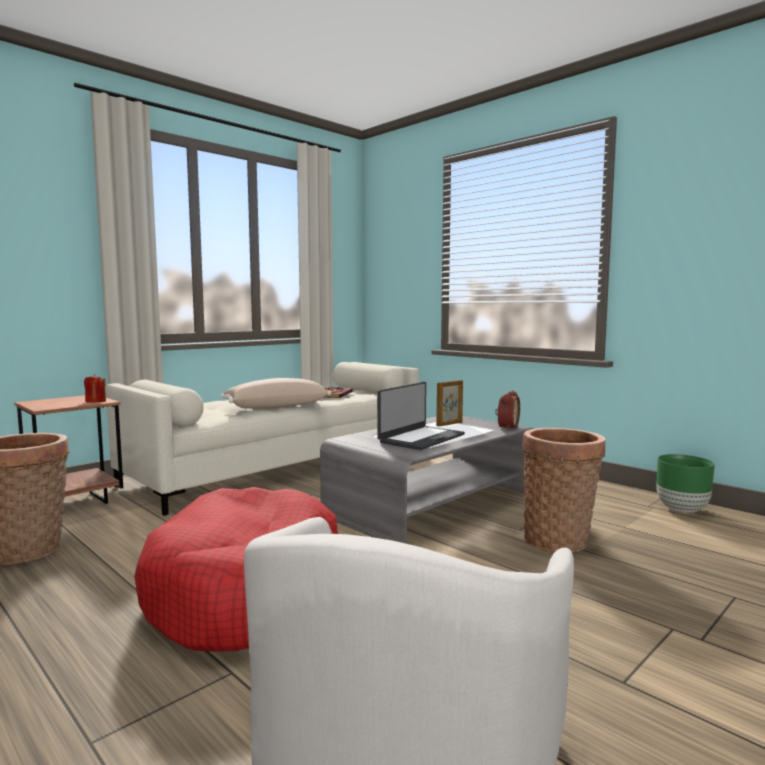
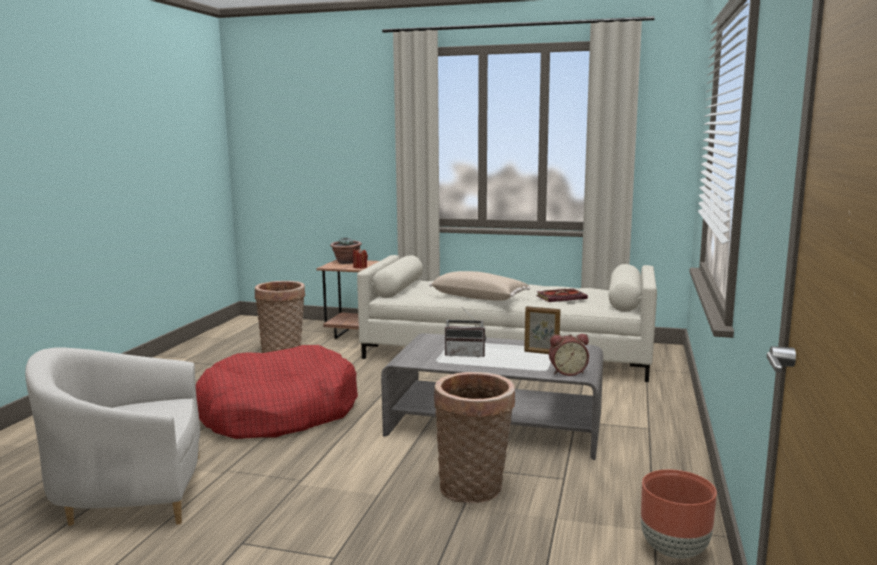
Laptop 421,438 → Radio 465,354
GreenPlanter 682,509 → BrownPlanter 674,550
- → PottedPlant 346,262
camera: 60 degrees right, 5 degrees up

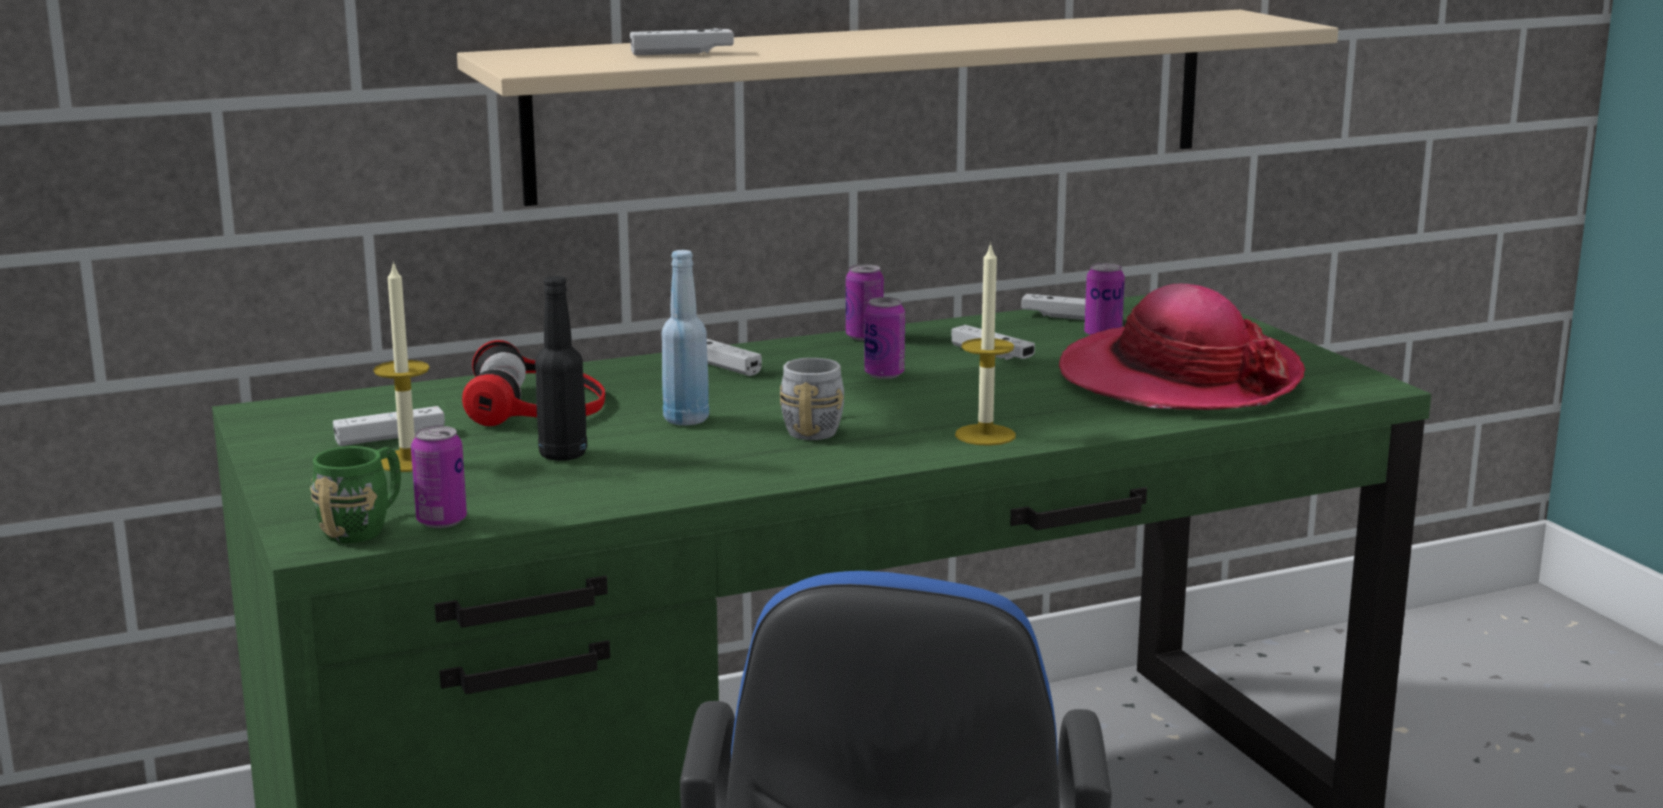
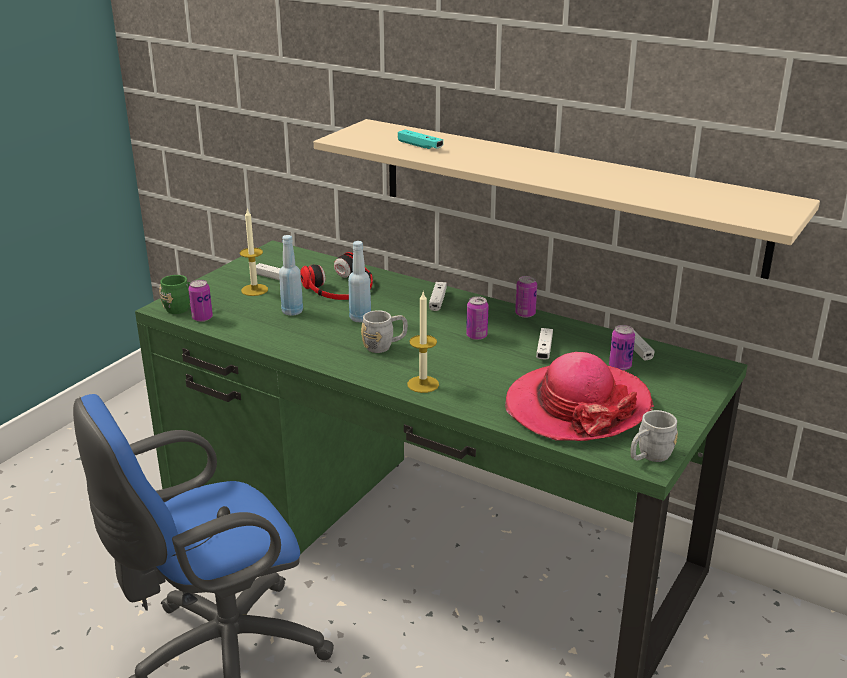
WhiteGameController 682,53 → TurquoiseGameController 420,146
BlackBottle 562,454 → BlueBottle 292,311
- → GreyMug 649,457
camera: 55 degrees right, 10 degrees up

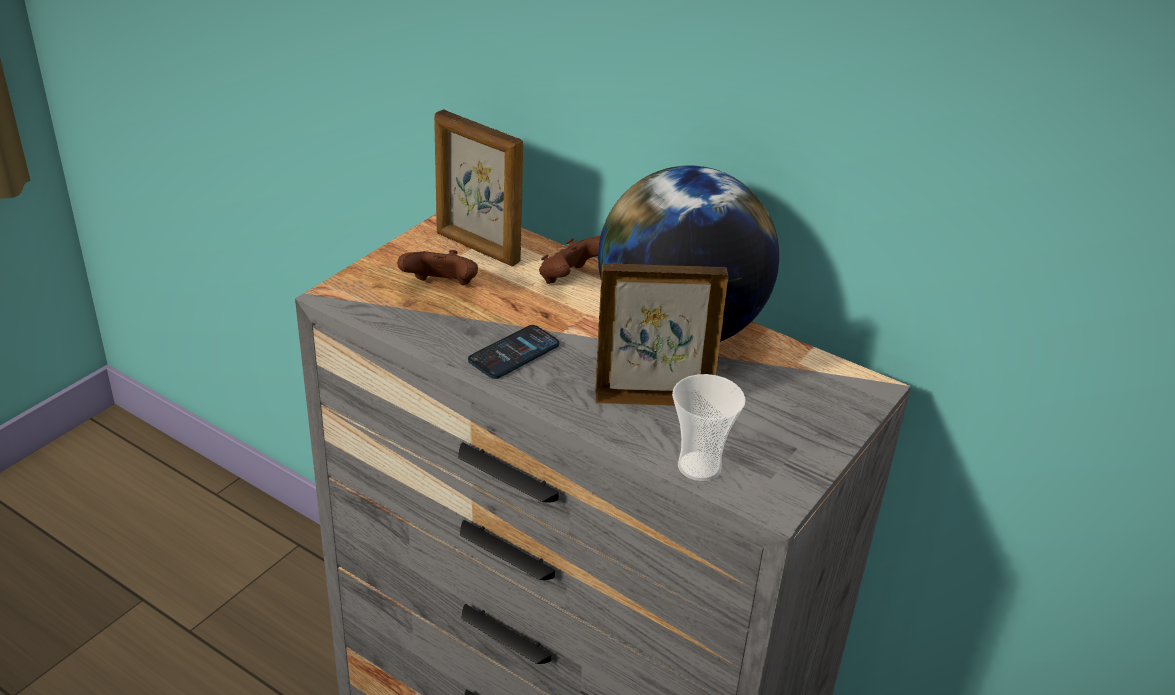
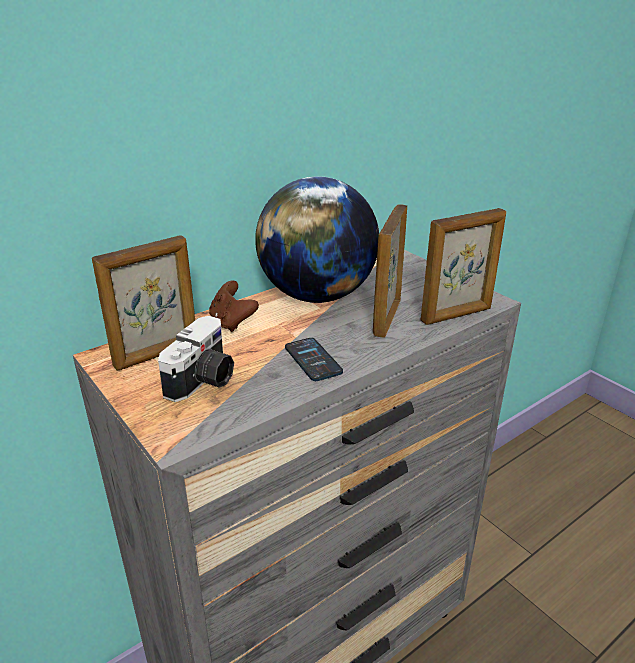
BrownGameController 441,288 → PhotoCamera 204,380
Cup 699,466 → PictureFrame 457,315
camera: 70 degrees left, 5 degrees down

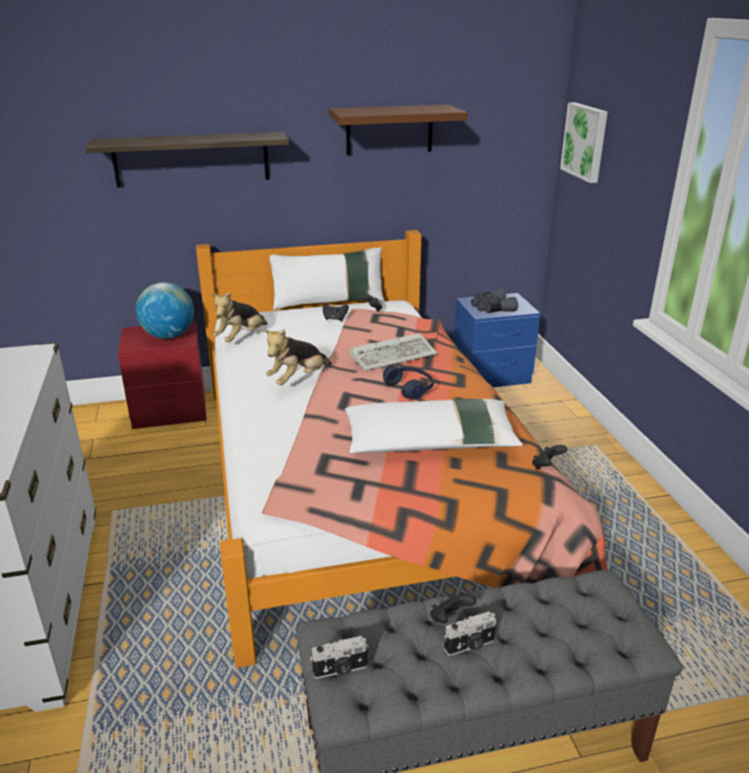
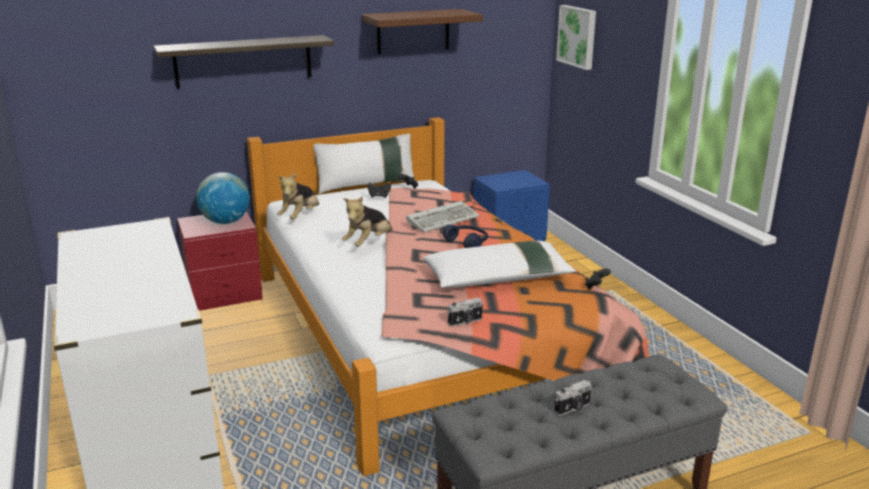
GreyBinoculars 491,309 → -
BlackGameController 449,619 → -
PhotoCamera 340,670 → PhotoCamera 465,322, relocated
camera: 10 degrees left, 5 degrees down

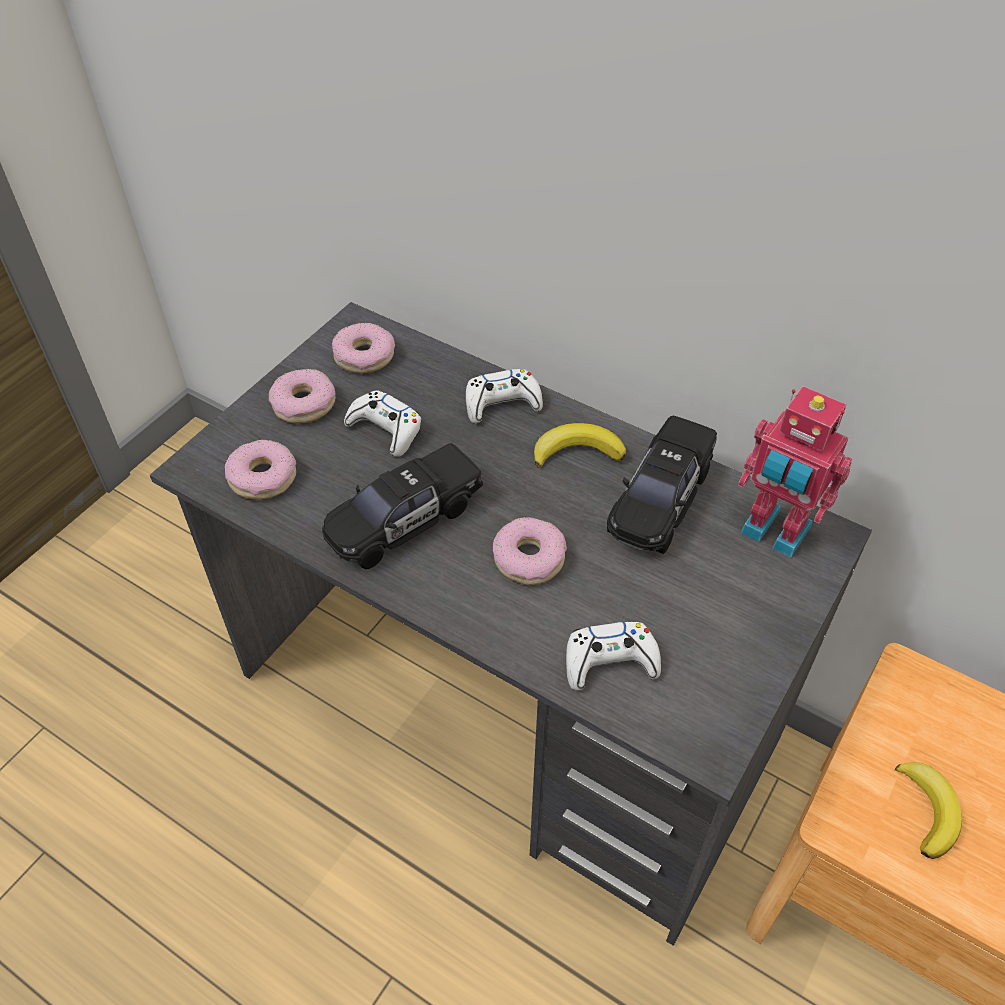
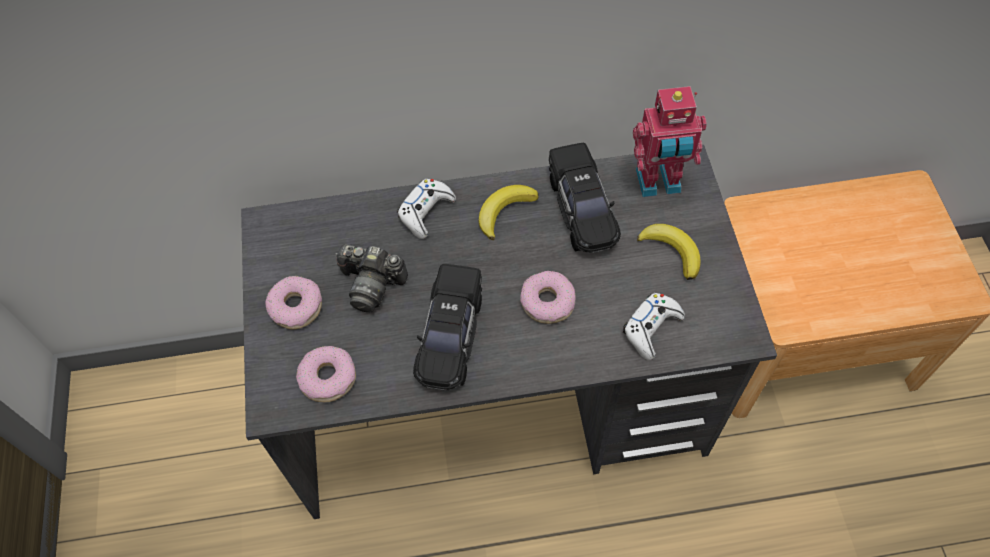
Donut 364,356 → -
WhiteGameController 385,429 → PhotoCamera 371,284
Banana 928,810 → Banana 672,251, relocated
camera: 40 degrees left, 10 degrees up

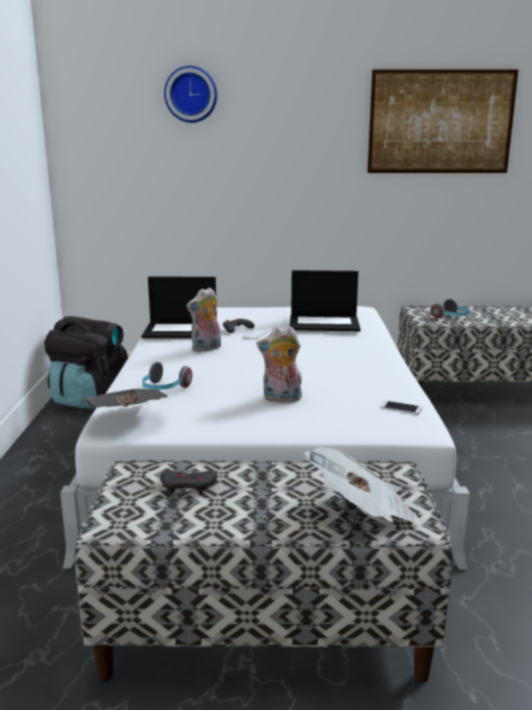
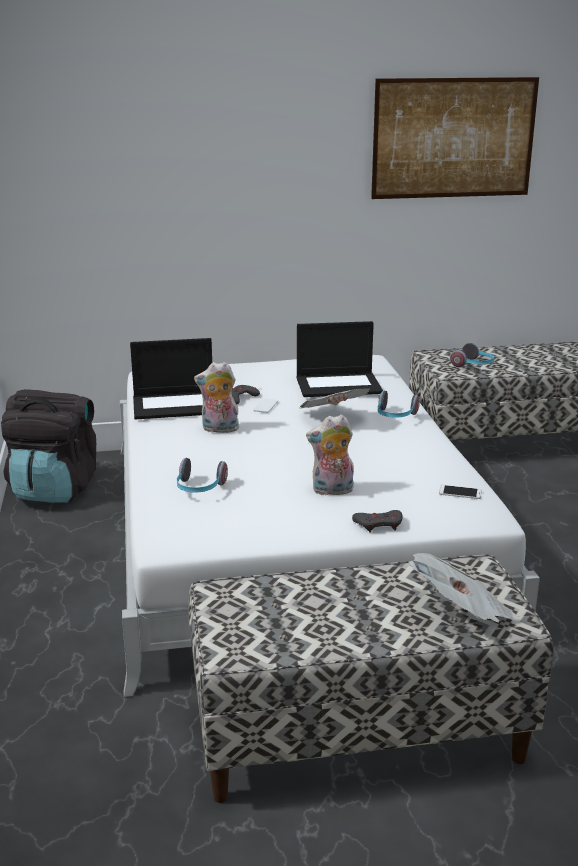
WallClock 191,94 → -
PlushToy 206,348 → PlushToy 219,429, 45 degrees clockwise
Newspaper 127,420 → Newspaper 333,417, relocated
GreyGameController 188,486 → GreyGameController 379,524, relocated
- → Headphones 395,416
camera: 10 degrees left, 5 degrees up

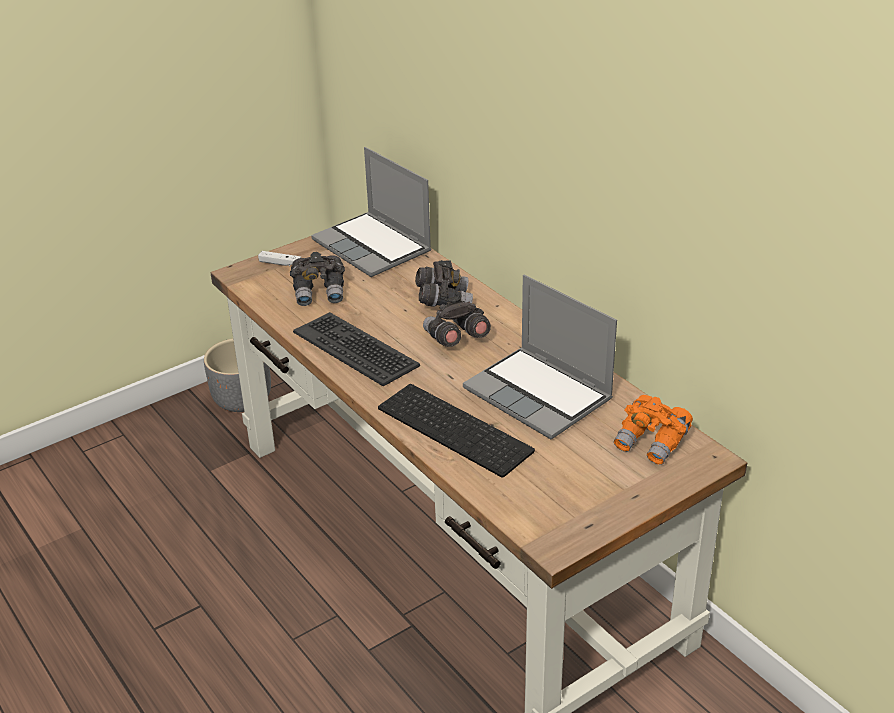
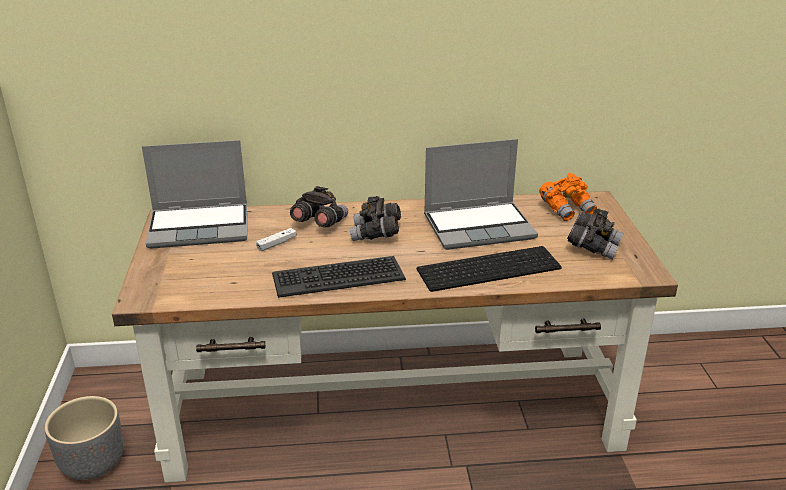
WhiteGameController 280,263 → WhiteGameController 277,243, relocated
GreyBinoculars 320,292 → GreyBinoculars 593,247, relocated
camera: 60 degrees left, 5 degrees down

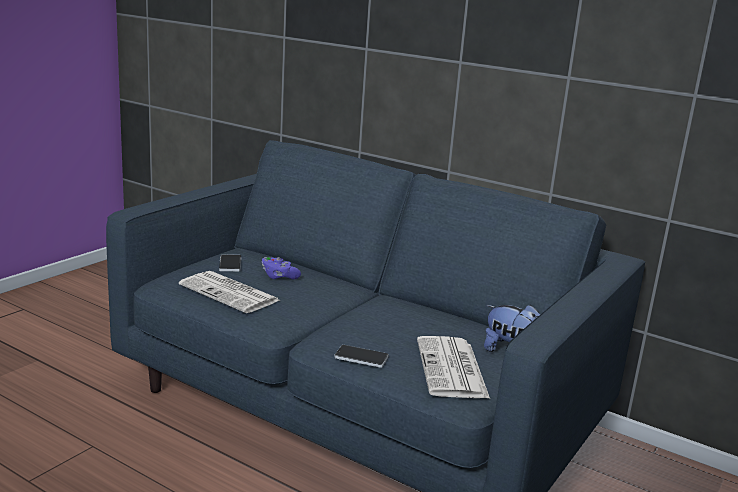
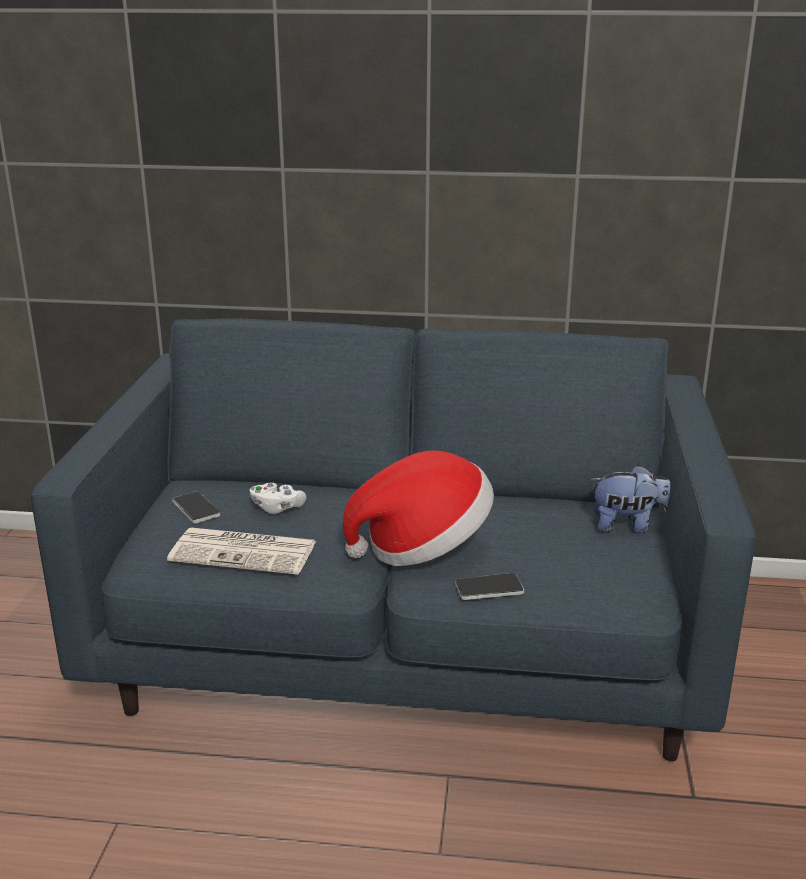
PurpleGameController 279,276 → WhiteGameController 277,508
Newspaper 452,369 → -
- → Hat 423,546
camera: 25 degrees left, 5 degrees up

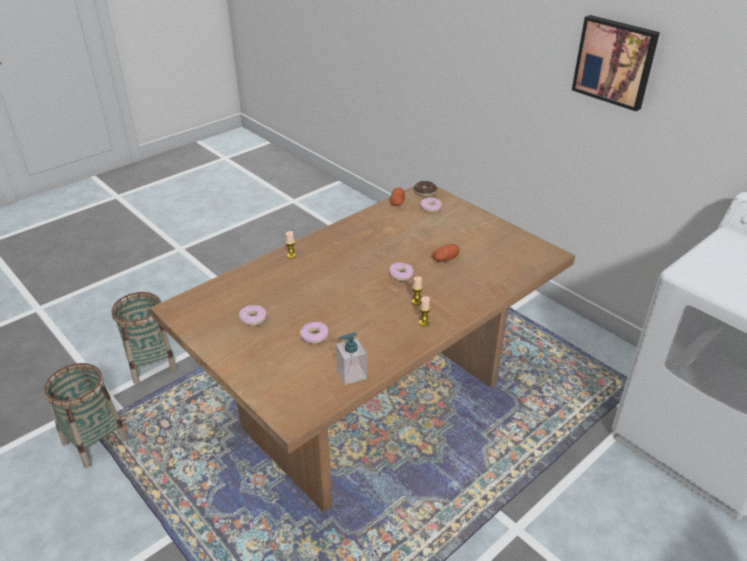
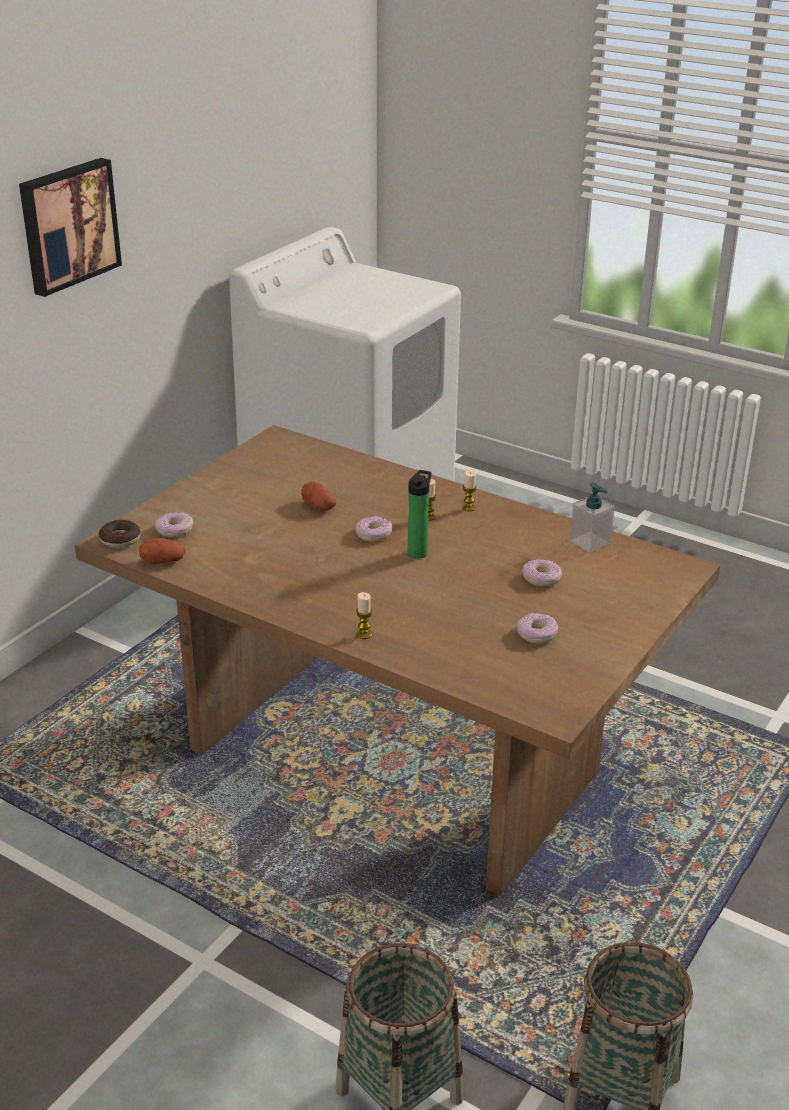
- → Bottle 418,551
camera: 105 degrees left, 5 degrees down

